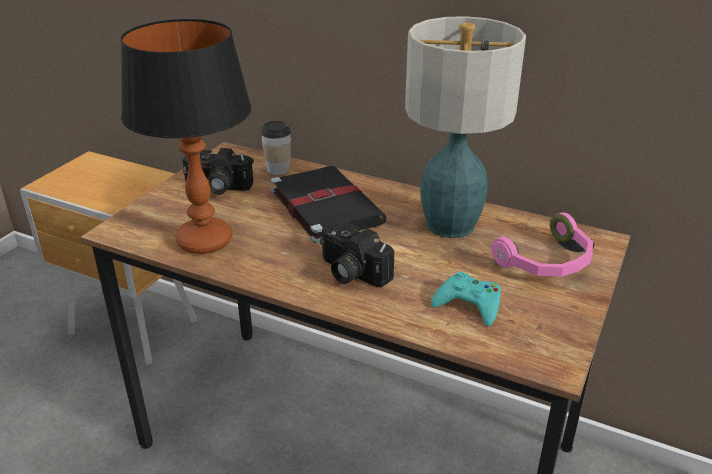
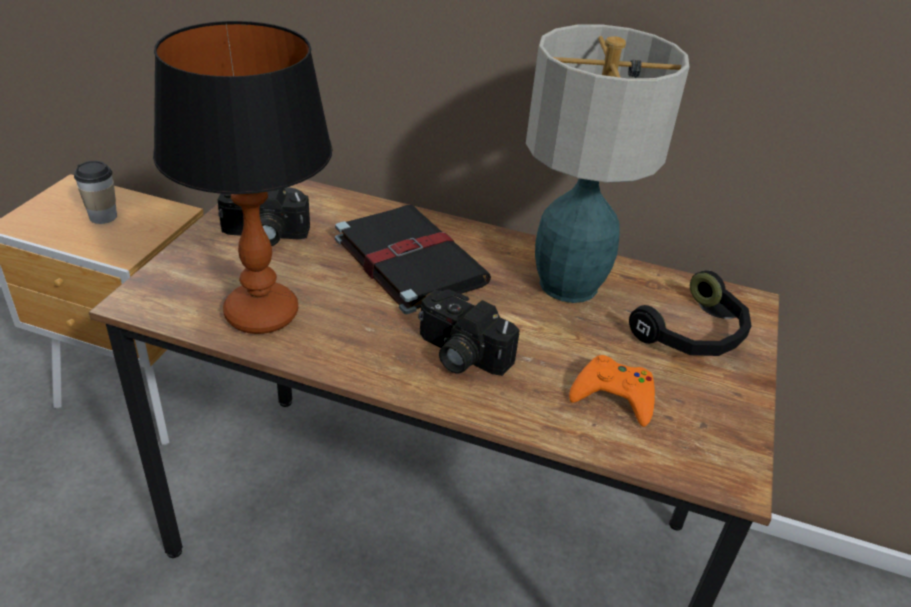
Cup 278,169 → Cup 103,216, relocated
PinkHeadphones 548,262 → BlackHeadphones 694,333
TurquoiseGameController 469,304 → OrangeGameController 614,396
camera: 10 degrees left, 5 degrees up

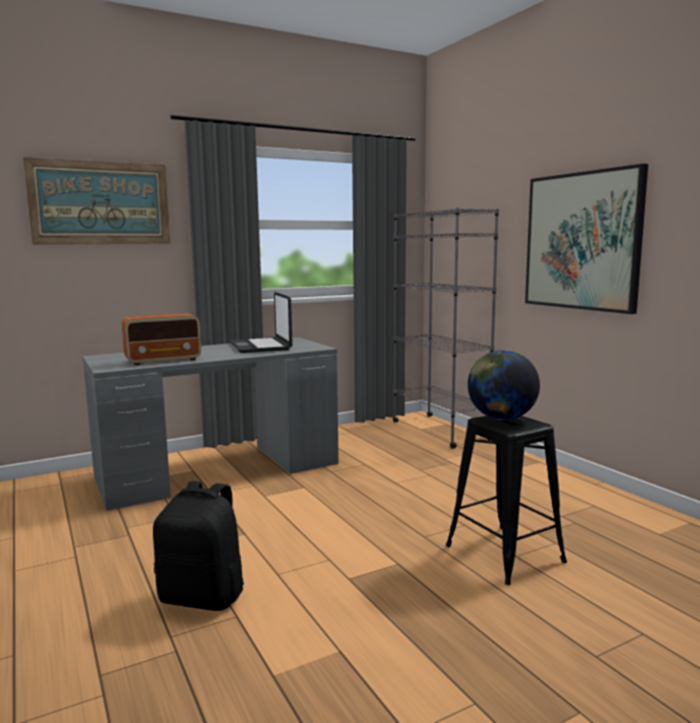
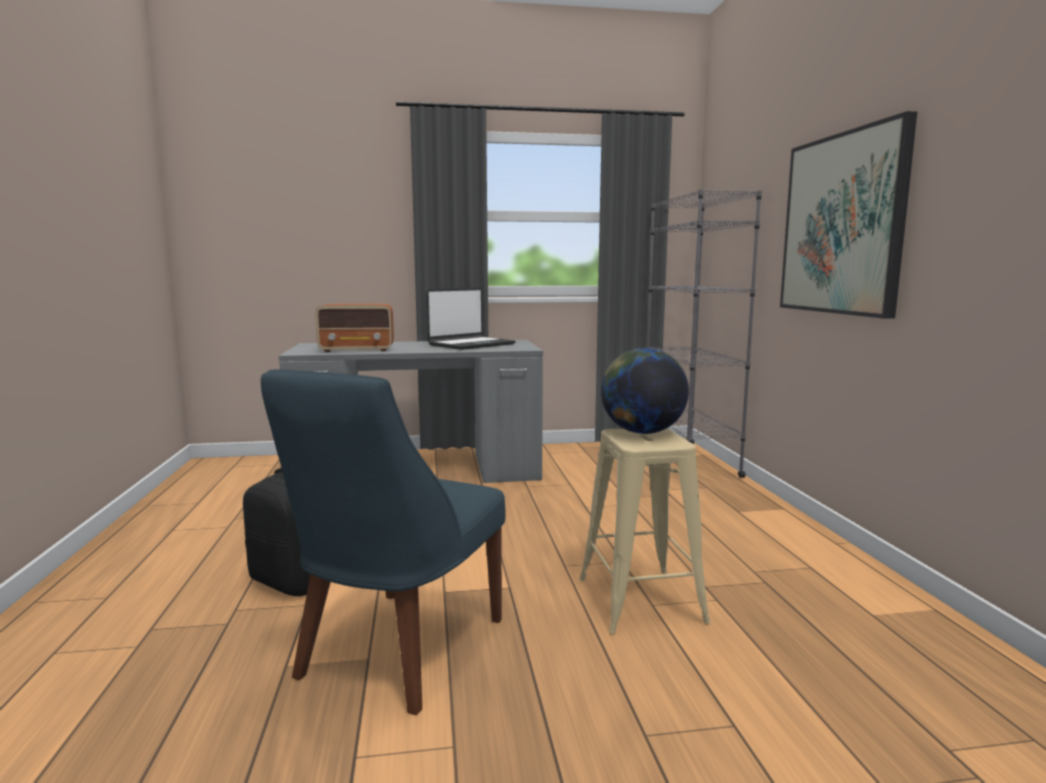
Picture 101,203 → -
Laptop 261,346 → Laptop 470,344, 135 degrees counterclockwise
BlackStool 505,554 → BeigeStool 640,600
- → BlueChair 396,652
camera: 20 degrees right, 0 degrees up

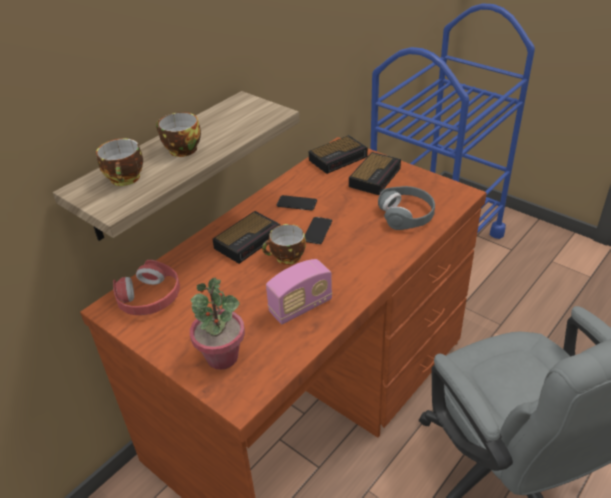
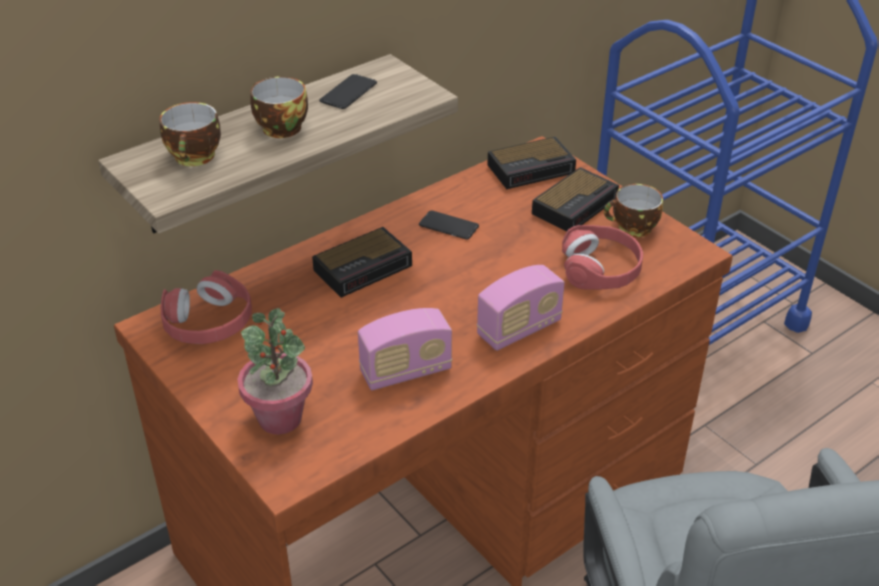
GreyHeadphones 406,214 → RedHeadphones 601,268
Phone 317,231 → Phone 348,93, relocated
Cup 286,258 → Cup 632,228, relocated
- → Radio 519,329
camera: 10 degrees right, 0 degrees up

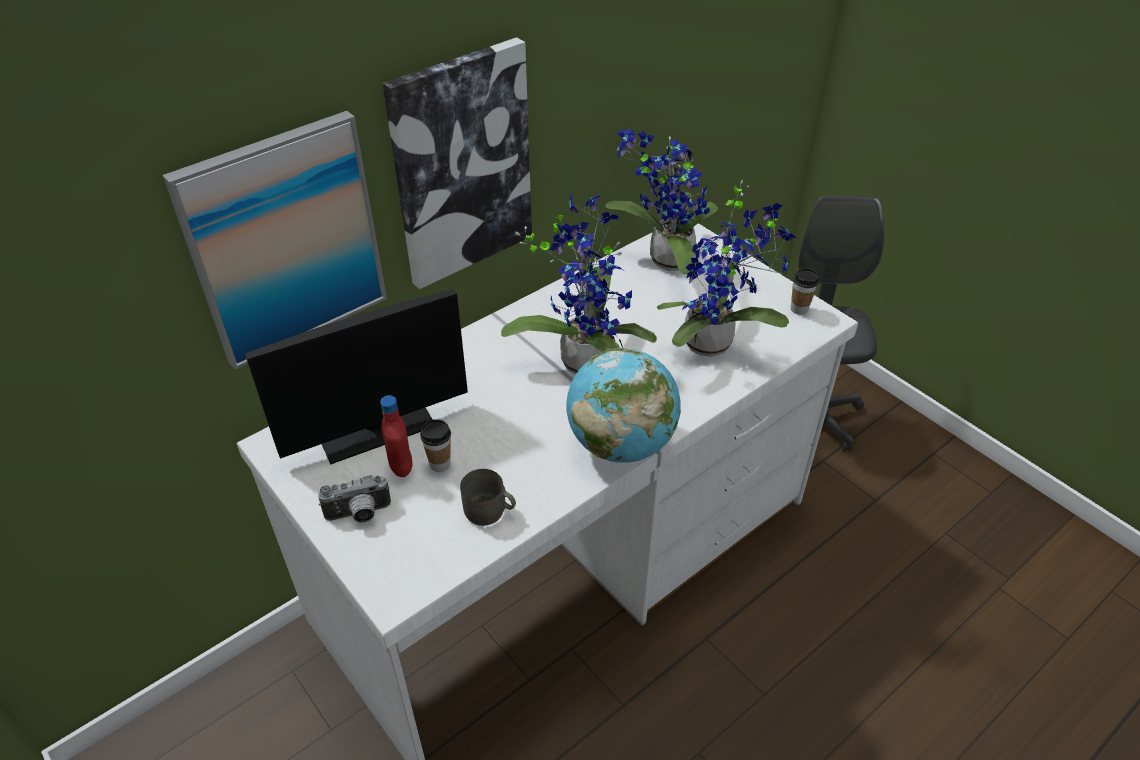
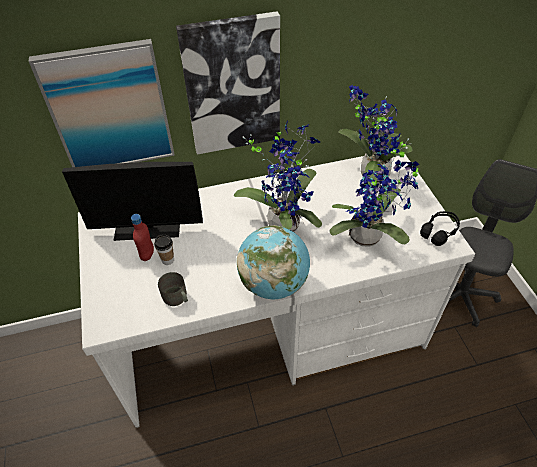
Cup 799,309 → BlackHeadphones 439,232
PhotoCamera 359,515 → -
camera: 25 degrees right, 5 degrees up

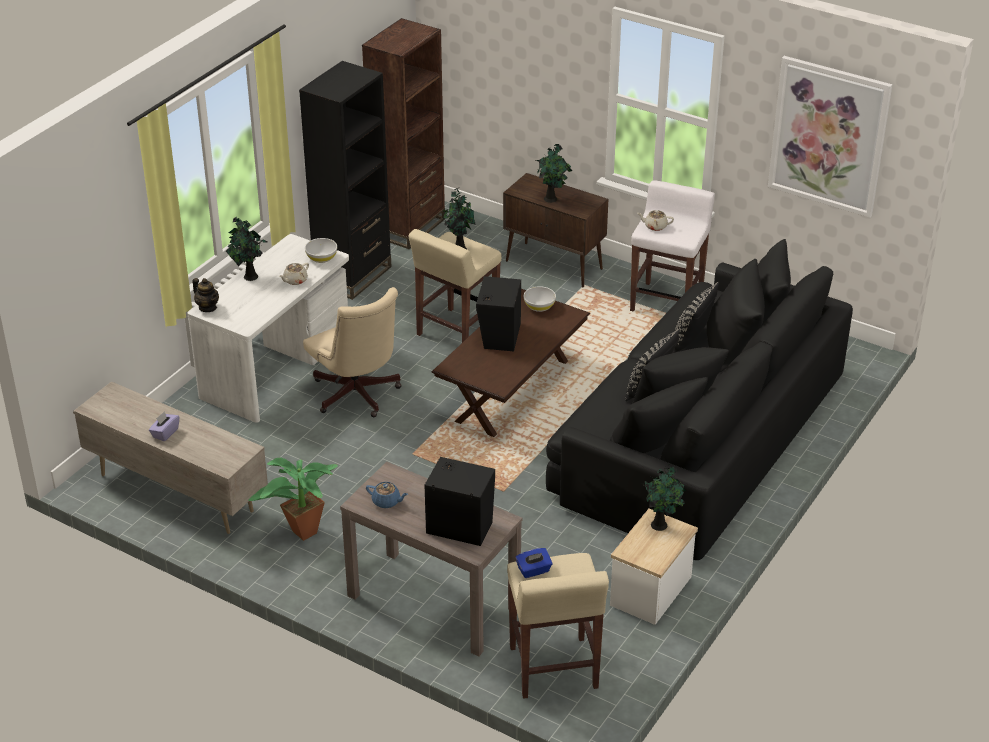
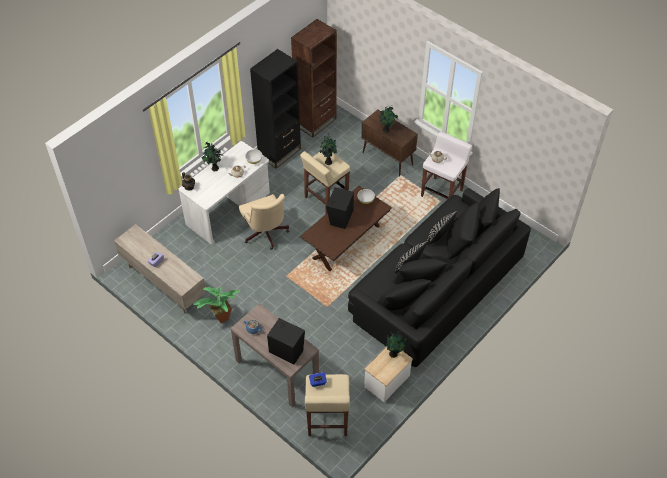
Picture 828,136 → -
camera: 10 degrees right, 15 degrees up

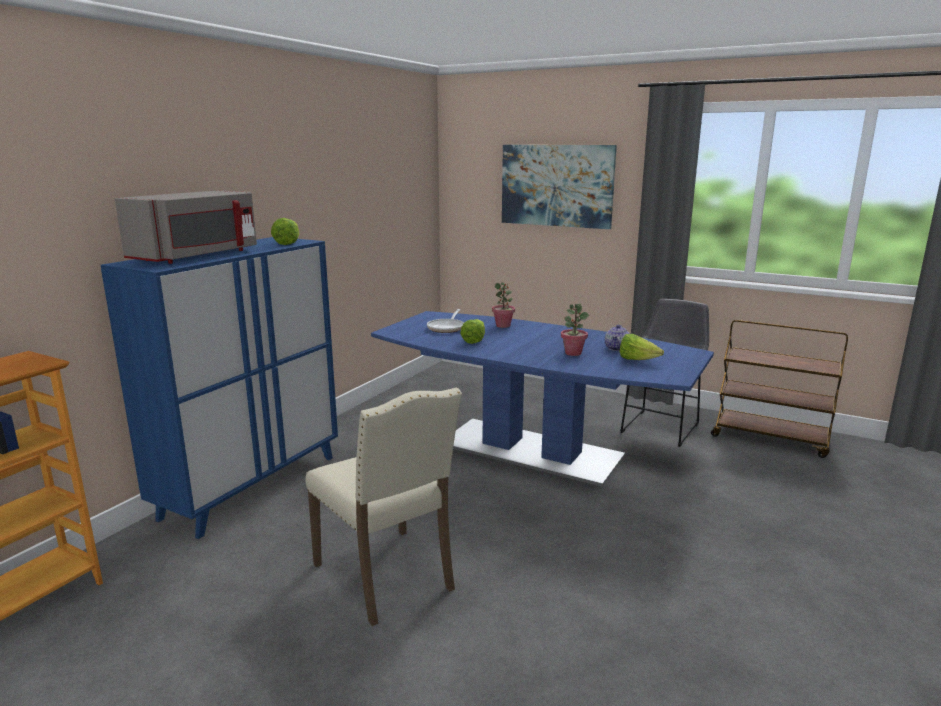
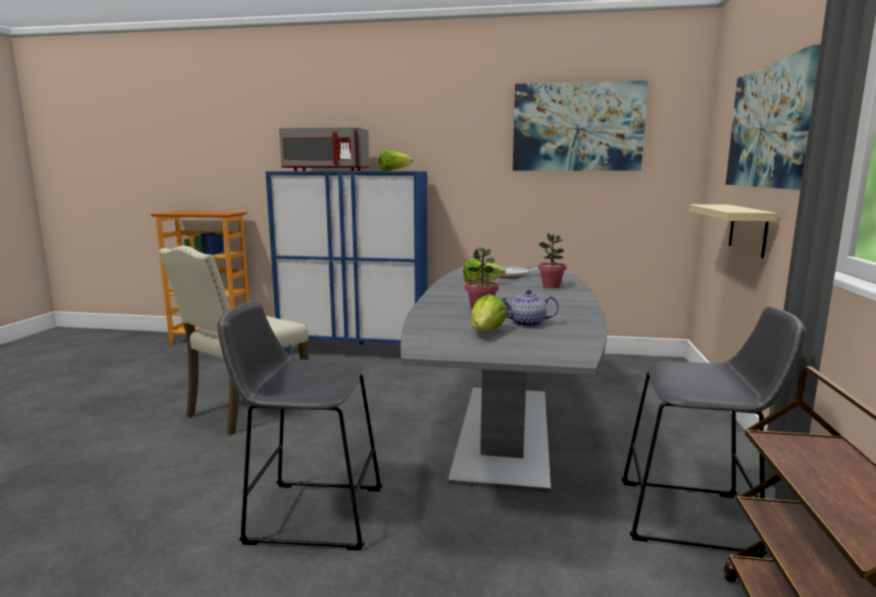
BlueDiningTable 531,450 → GreyDiningTable 504,432
- → Picture 577,127
- → BeigeShelf 748,230
- → GreyStool 308,514
camera: 70 degrees right, 5 degrees down

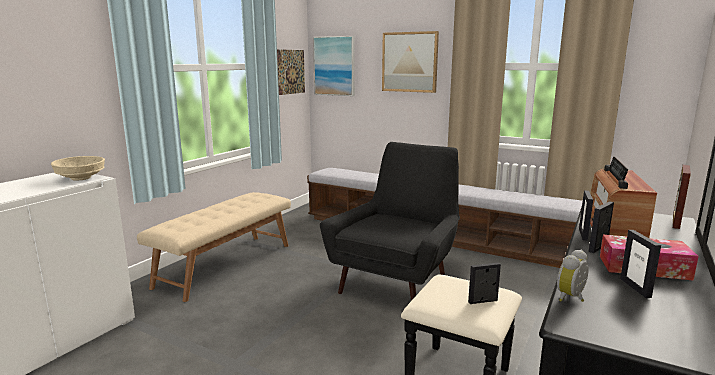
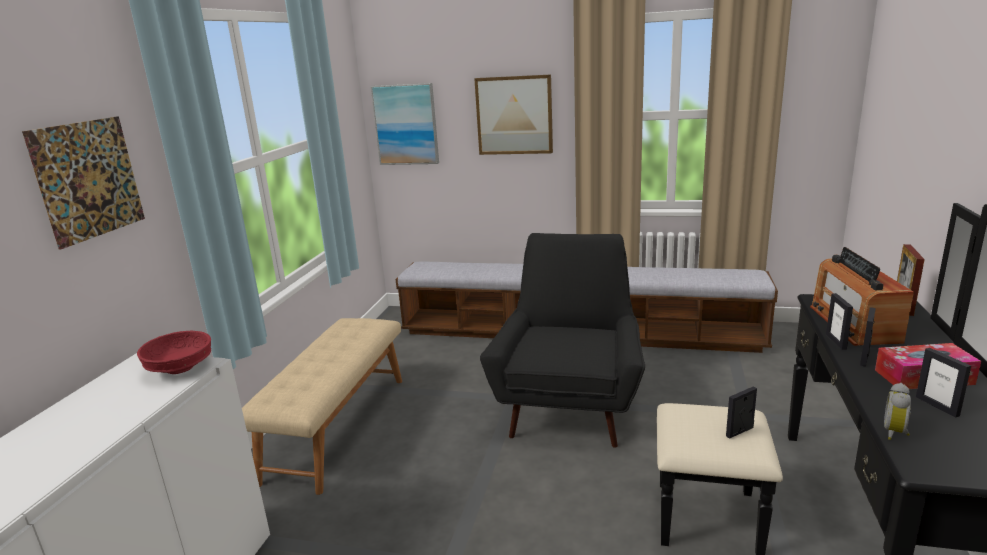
Picture 291,72 → Picture 89,179, relocated
BeigeBowl 80,178 → RedBowl 179,368
camera: 15 degrees left, 5 degrees up

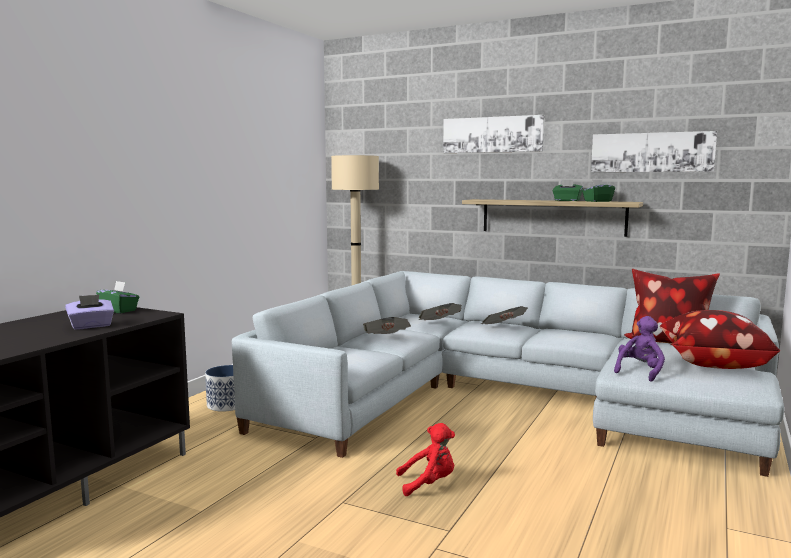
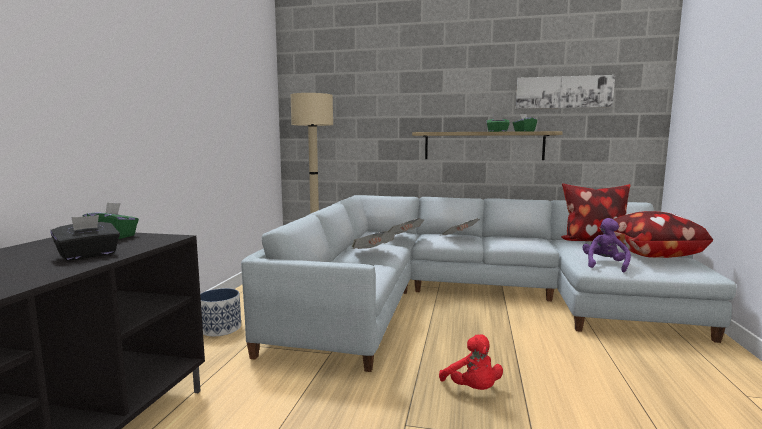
Picture 492,134 → -
PurpleTissueBox 91,326 → BlackTissueBox 88,255
RedPlushToy 429,484 → RedPlushToy 472,389, 90 degrees clockwise
camera: 15 degrees left, 0 degrees up

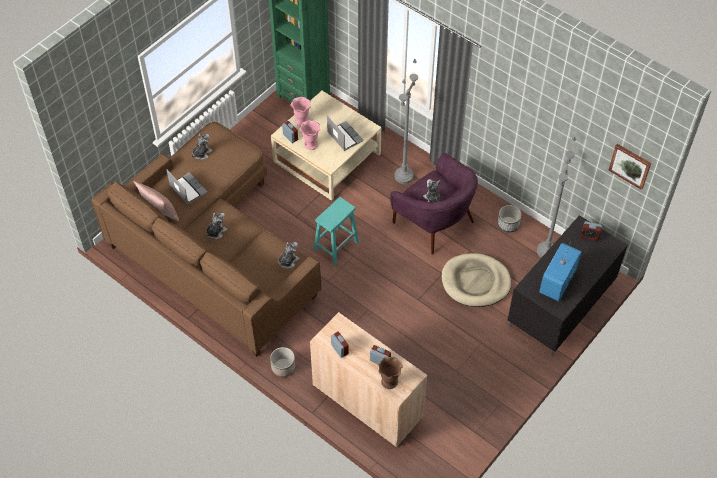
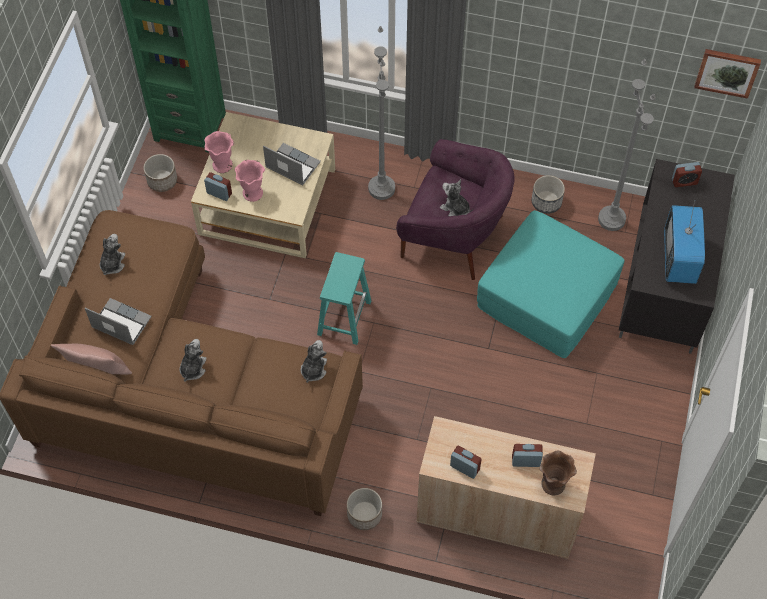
BeigeDogBed 475,282 → TurquoiseOttoman 547,295
- → Planter 162,181
camera: 25 degrees left, 5 degrees up

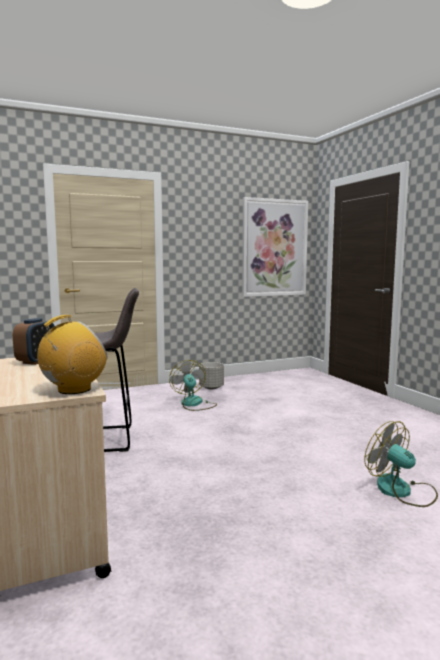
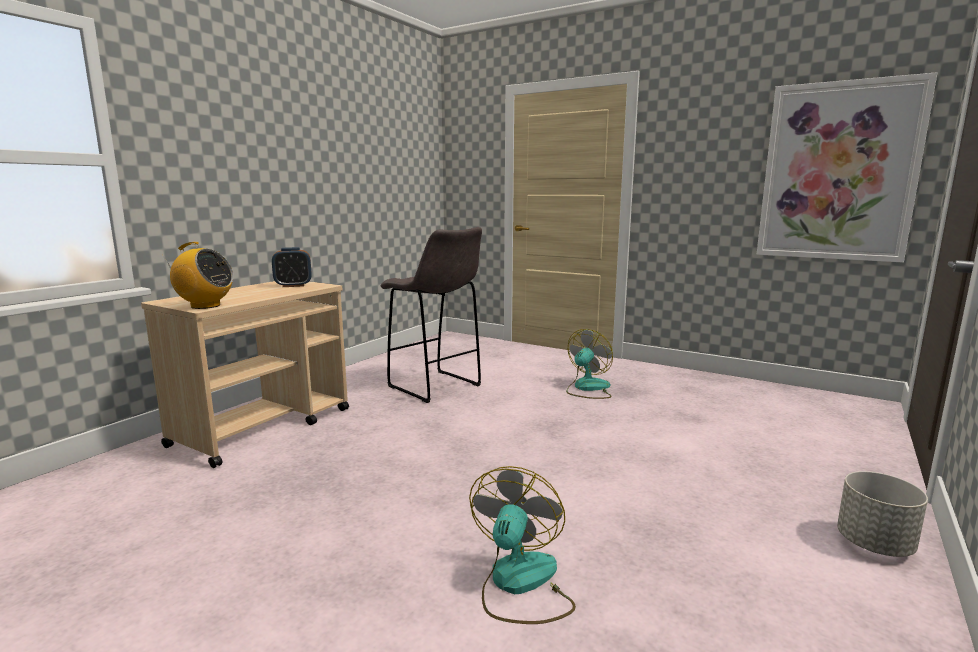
GreyPlanter 211,387 → GreyPlanter 874,544, relocated
camera: 55 degrees right, 5 degrees up

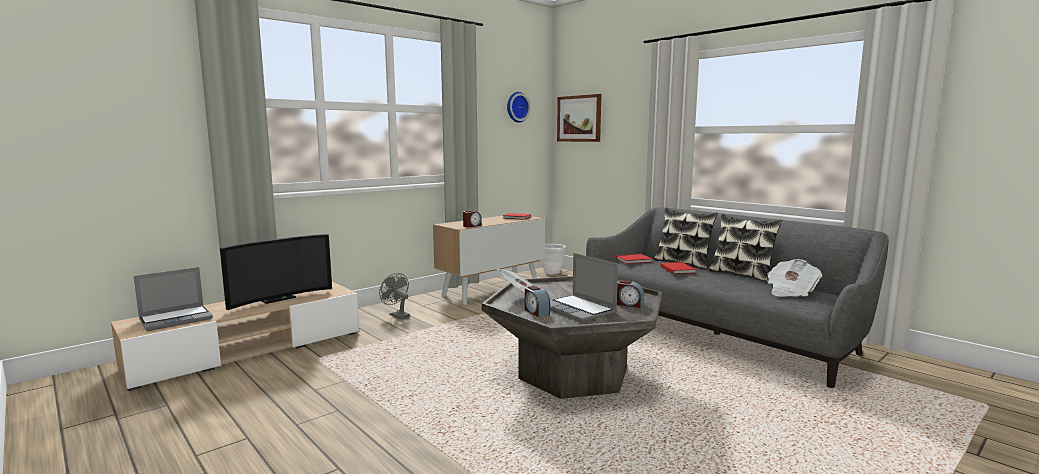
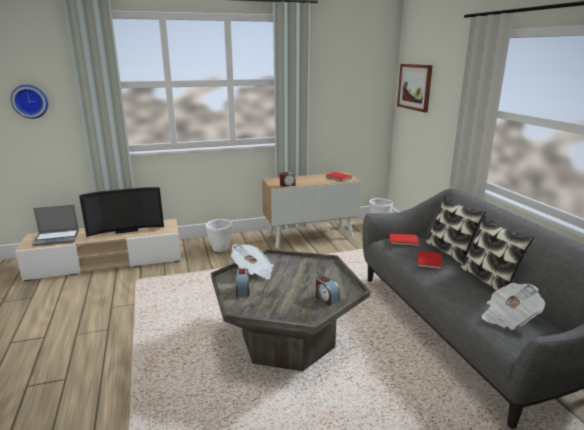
WallClock 516,107 → WallClock 30,101, relocated
Laptop 579,310 → -
GreyFan 397,315 → WhitePlanter 220,249
camera: 25 degrees right, 10 degrees up

